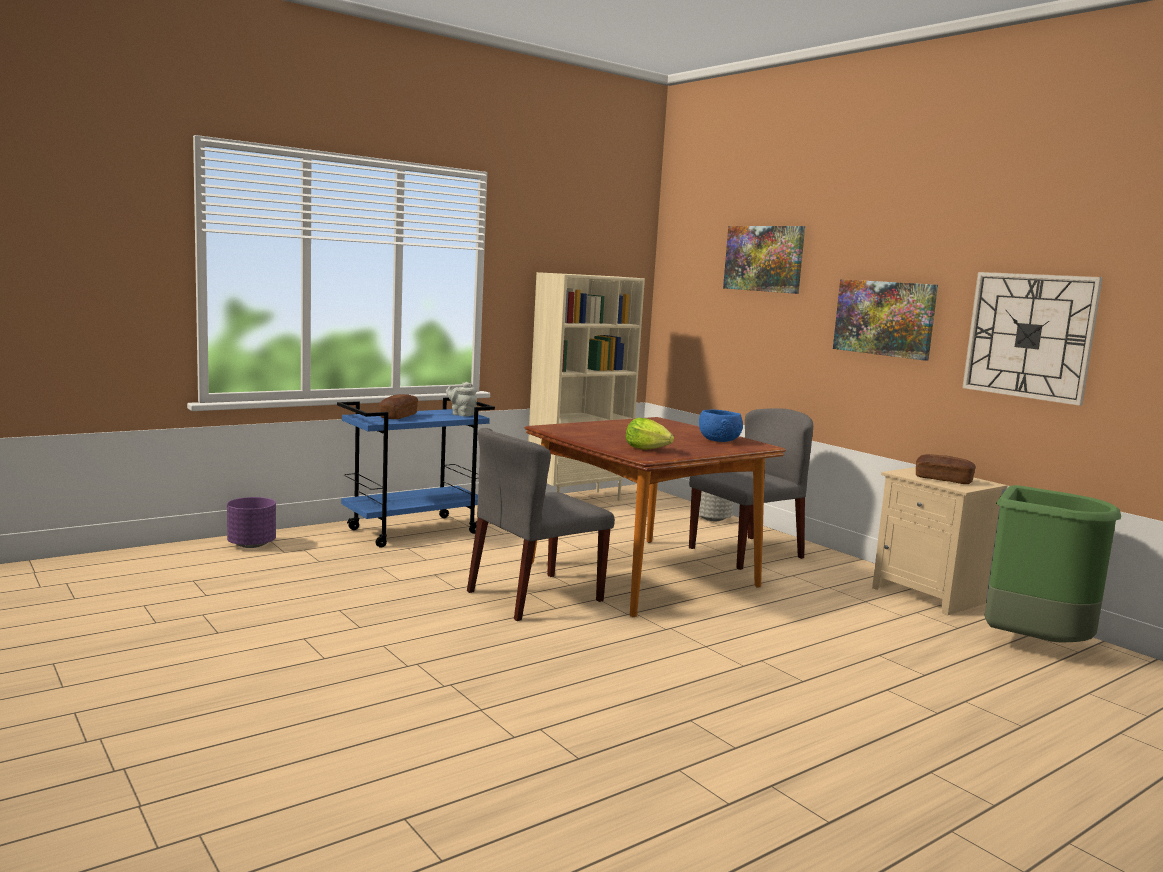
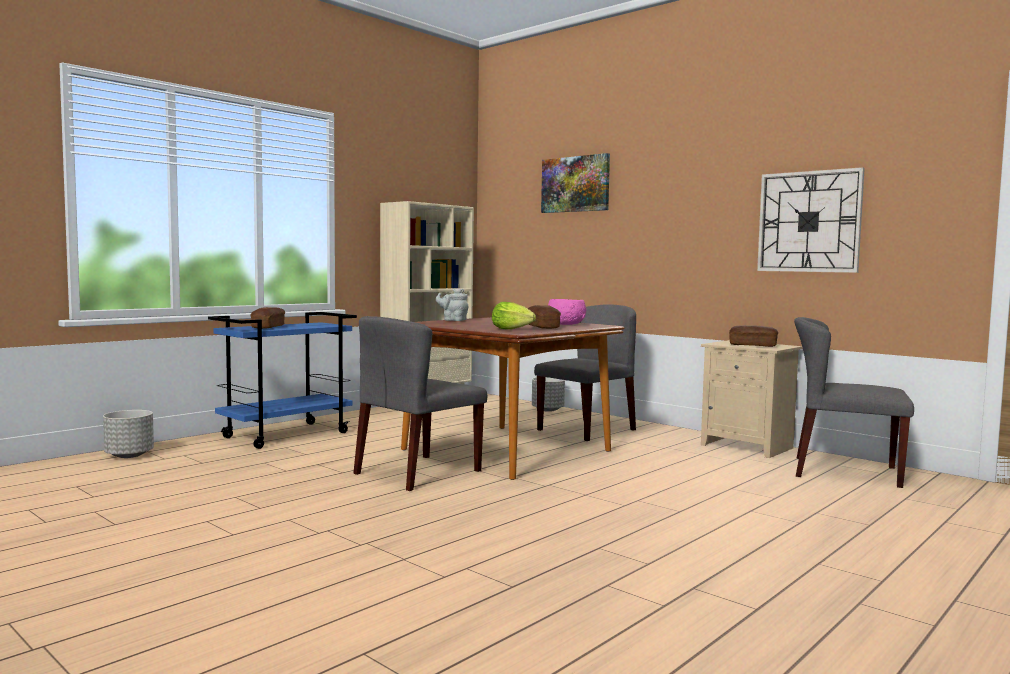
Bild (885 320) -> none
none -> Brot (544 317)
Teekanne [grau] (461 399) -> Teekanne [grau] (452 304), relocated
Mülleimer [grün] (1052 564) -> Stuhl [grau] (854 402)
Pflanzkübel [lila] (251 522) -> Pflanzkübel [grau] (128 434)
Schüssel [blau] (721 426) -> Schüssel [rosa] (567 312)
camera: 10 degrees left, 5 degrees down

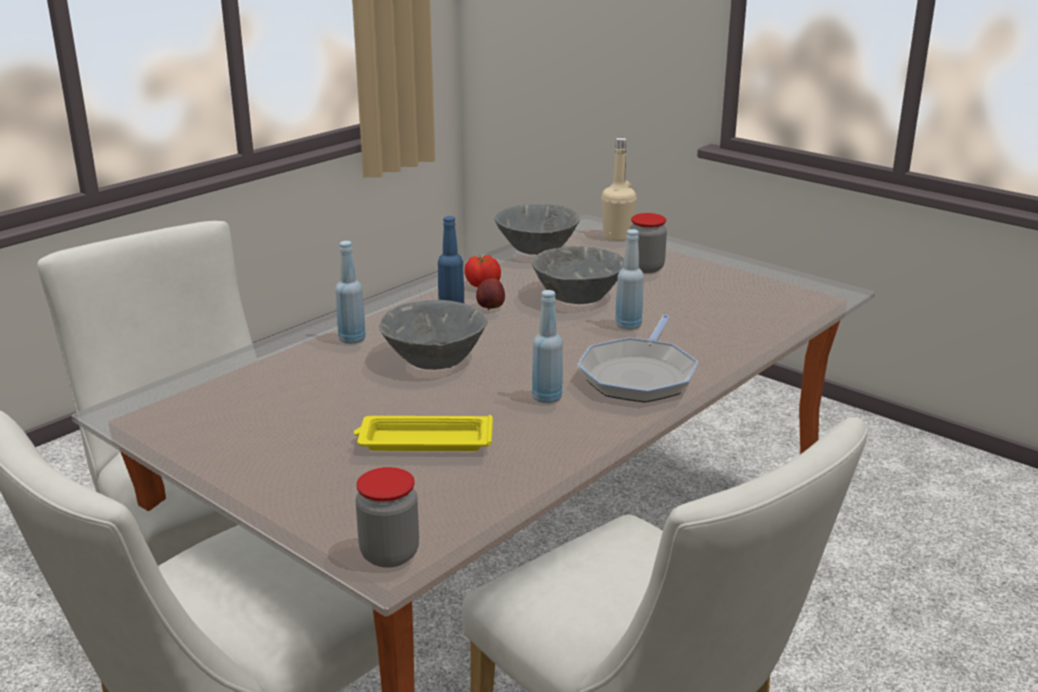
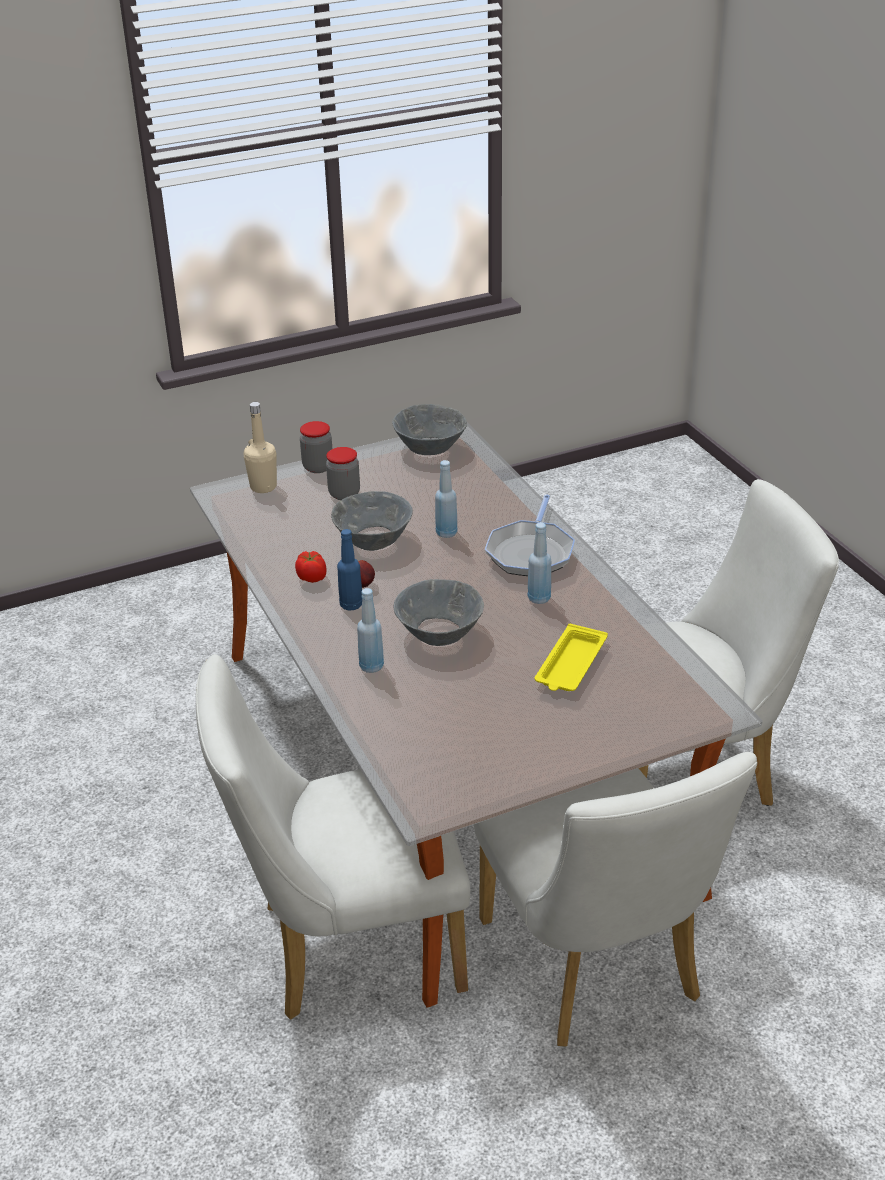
Vorratsglas (387 517) -> Vorratsglas (316 447), relocated
Schüssel [grau] (537 229) -> Schüssel [grau] (429 429), relocated
Pfanne (637 359) -> Pfanne (530 535), 60 degrees clockwise
camera: 65 degrees left, 10 degrees up

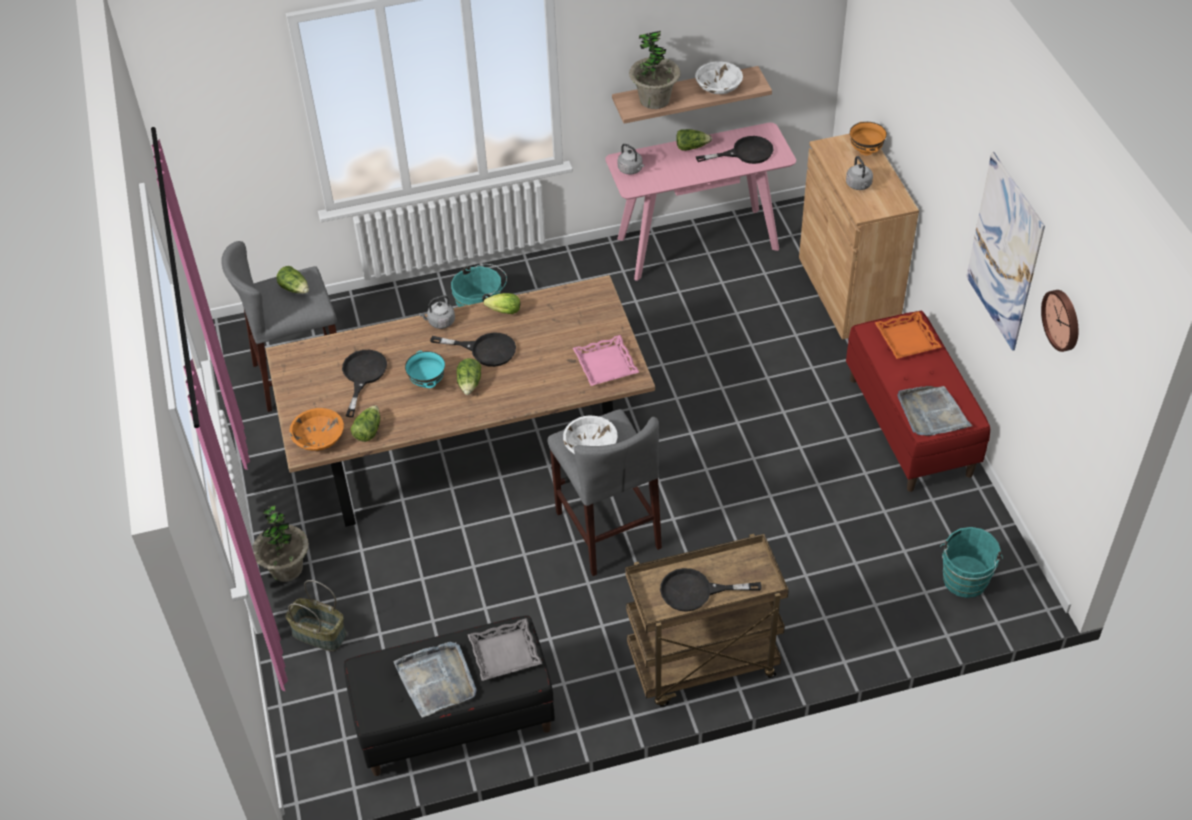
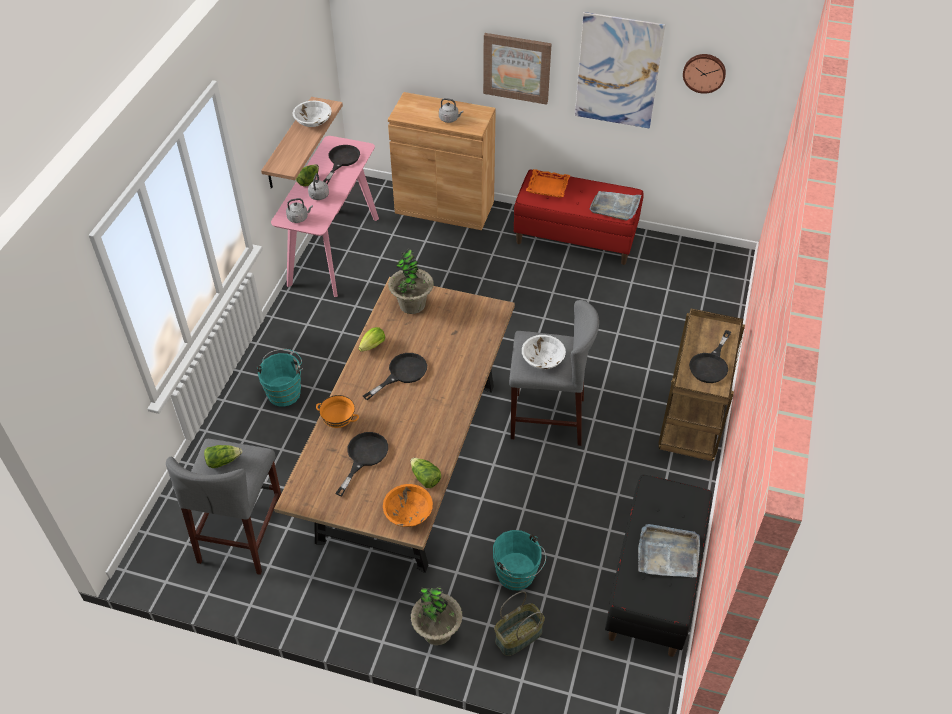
Schüssel [türkis] (425 369) -> none
Salatkopf (469 376) -> none
Tablett [grau] (504 649) -> none
Tablett [rosa] (606 360) -> none
none -> Bild (517 69)
Wasserkessel [grau] (437 312) -> Wasserkessel [grau] (318 186), relocated
Topfpflanze (655 70) -> Topfpflanze (411 281), relocated
Schüssel [orange] (868 139) -> Schüssel [orange] (337 411), relocated
Eimer [türkis] (971 562) -> Eimer [türkis] (519 560), relocated
Pfanne [schwarz] (364 383) -> Pfanne [schwarz] (361 464), 75 degrees clockwise
camera: 60 degrees left, 0 degrees up

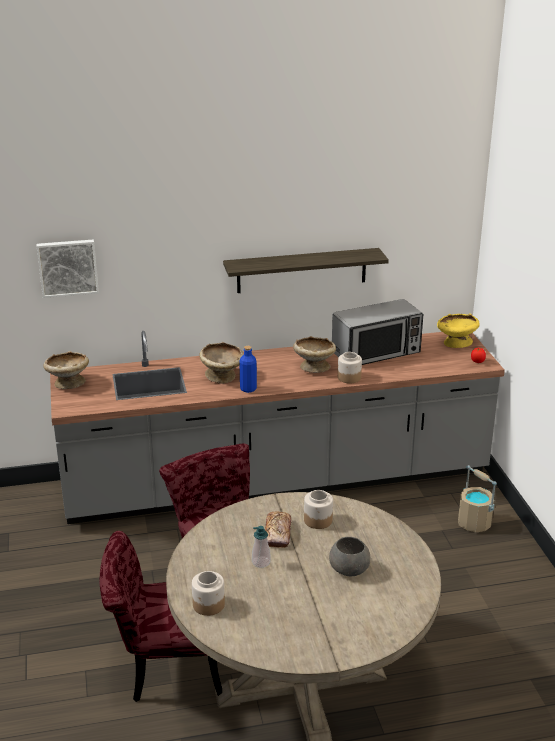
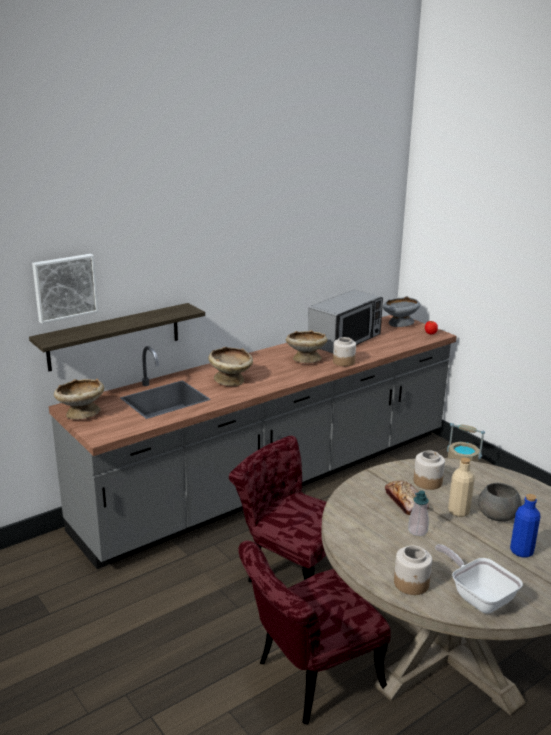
none -> Pfanne (479 579)
none -> Flasche [beige] (461 487)
Wandregal (306 270) -> Wandregal (117 337), relocated
Flasche [blau] (248 369) -> Flasche [blau] (525 525), relocated
Schüssel [gelb] (458 330) -> Schüssel [grau] (401 311)
camera: 25 degrees left, 5 degrees down

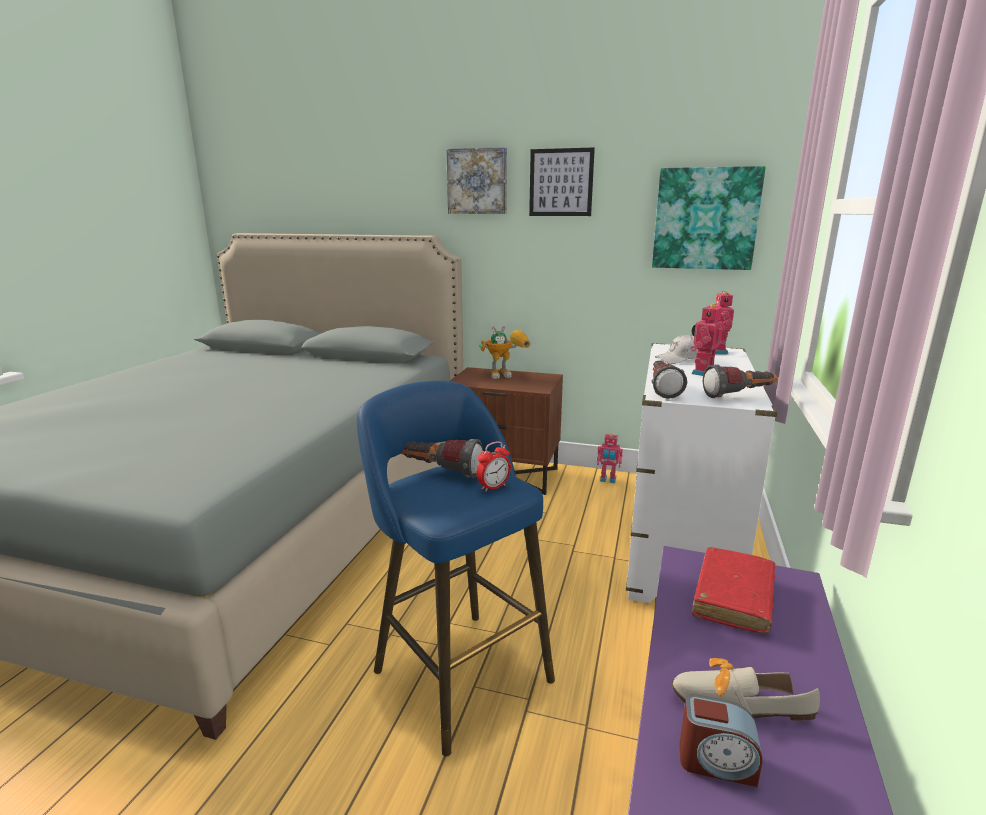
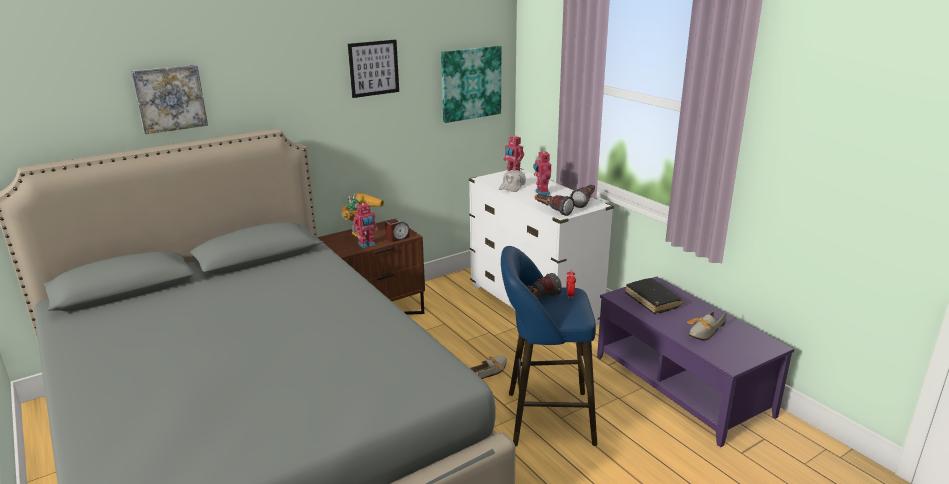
none -> Schuh (488 367)
Bild (476 180) -> Bild (169 99), relocated
Spielzeugroboter (610 458) -> Spielzeugroboter (365 225), relocated
Wecker (720 740) -> Wecker (397 230), relocated
Buch [rot] (733 590) -> Buch [schwarz] (654 296)
camera: 50 degrees left, 5 degrees up

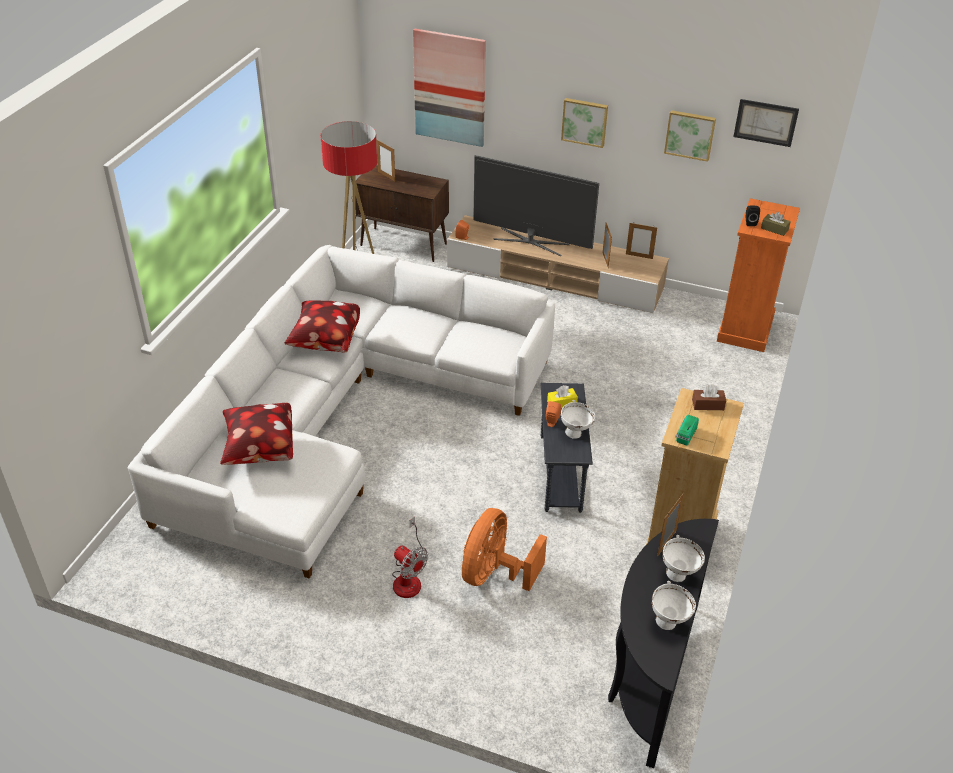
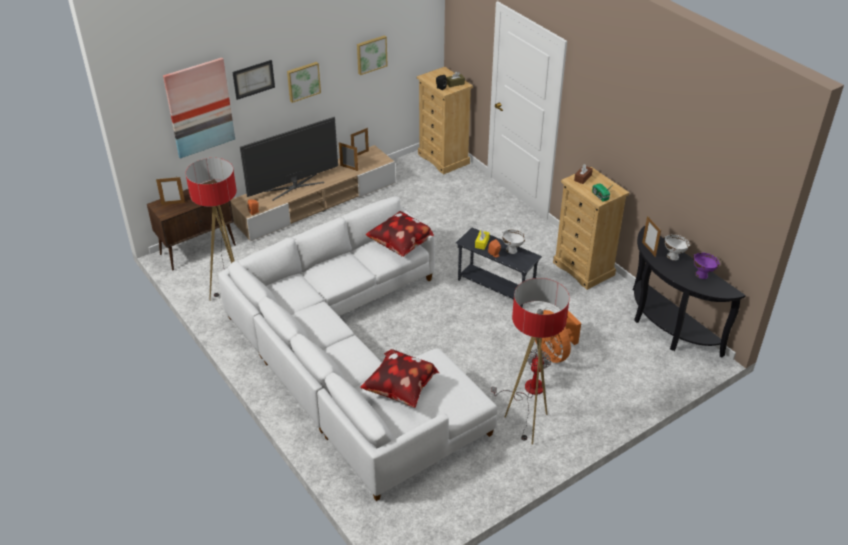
none -> Stehlampe (536 361)
Kissen (322 326) -> Kissen (400 234), relocated
Bild (766 123) -> Bild (253 80), relocated
Schüssel [weiß] (674 605) -> Schüssel [lila] (706 266)
Kommode [orange] (758 275) -> Kommode [beige] (445 121)
Ventilator (410 557) -> Ventilator (521 375), 60 degrees counterclockwise
camera: 55 degrees left, 0 degrees up

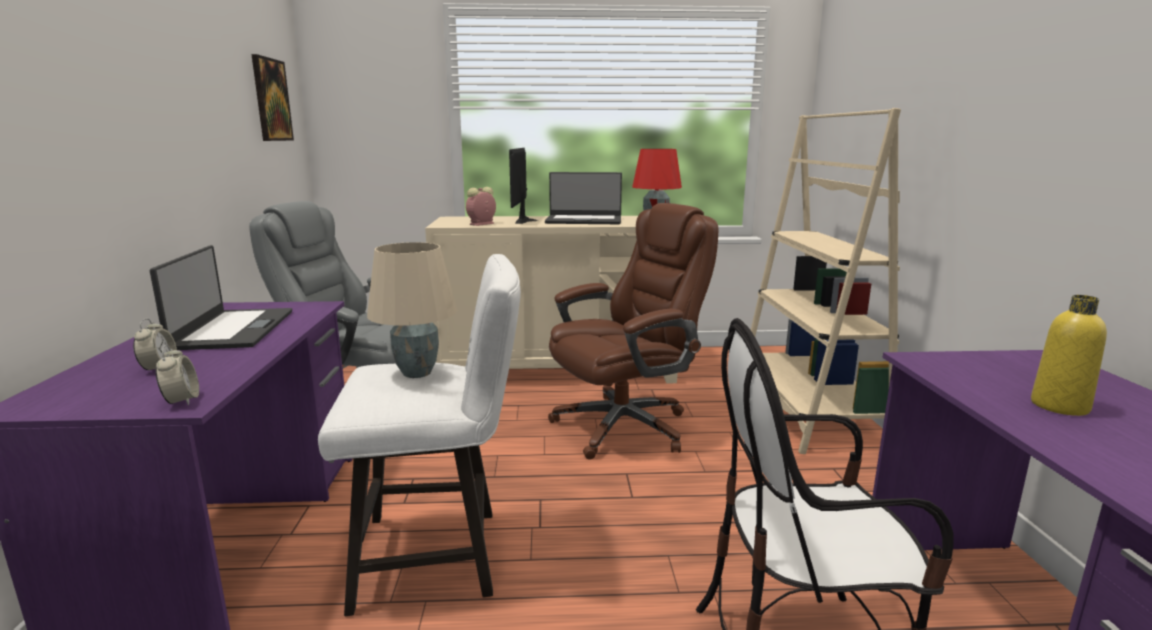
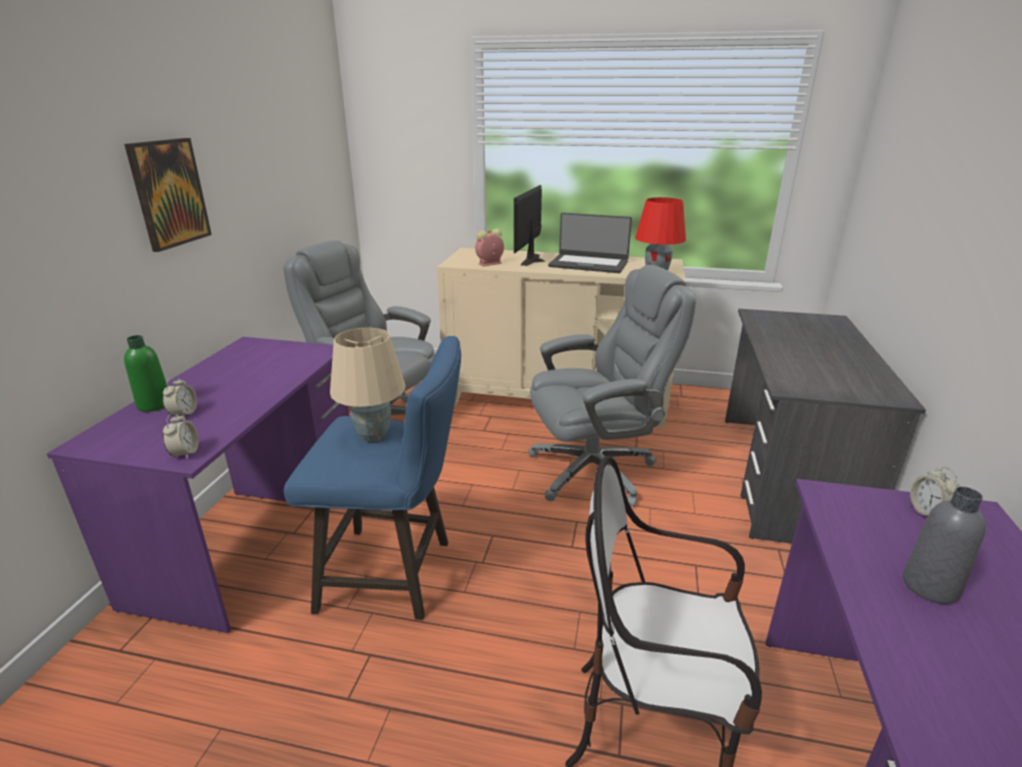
Laptop (221 297) -> none
none -> Flasche [grün] (145 373)
none -> Wecker (935 491)
Bild (272 97) -> Bild (168 195), relocated
Bücherregal [beige] (826 281) -> Schreibtisch [grau] (825 426)
Hocker [weiß] (419 435) -> Hocker [blau] (372 478)
Bürostuhl [braun] (633 331) -> Bürostuhl [grau] (612 386)
Flasche [gelb] (1069 355) -> Flasche [grau] (944 545)
camera: 15 degrees right, 10 degrees up

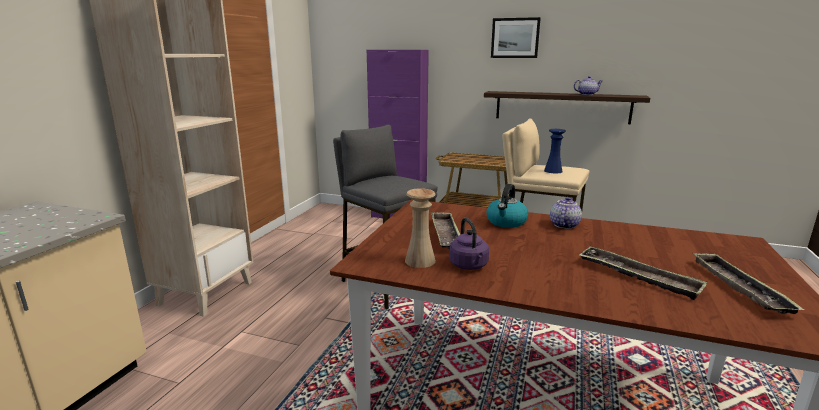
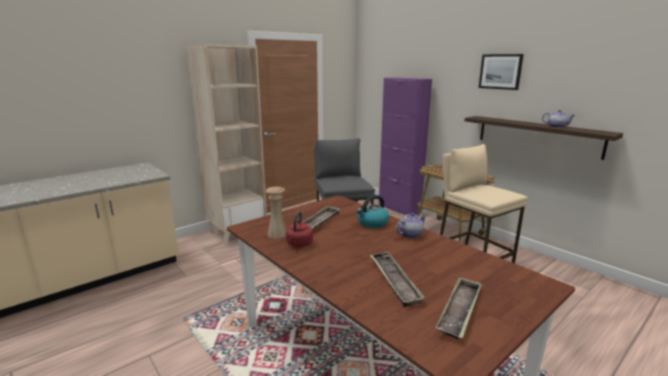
Vase [blau] (555 151) -> none
Wasserkessel [lila] (469 244) -> Wasserkessel [rot] (299 229)
camera: 30 degrees right, 0 degrees up

